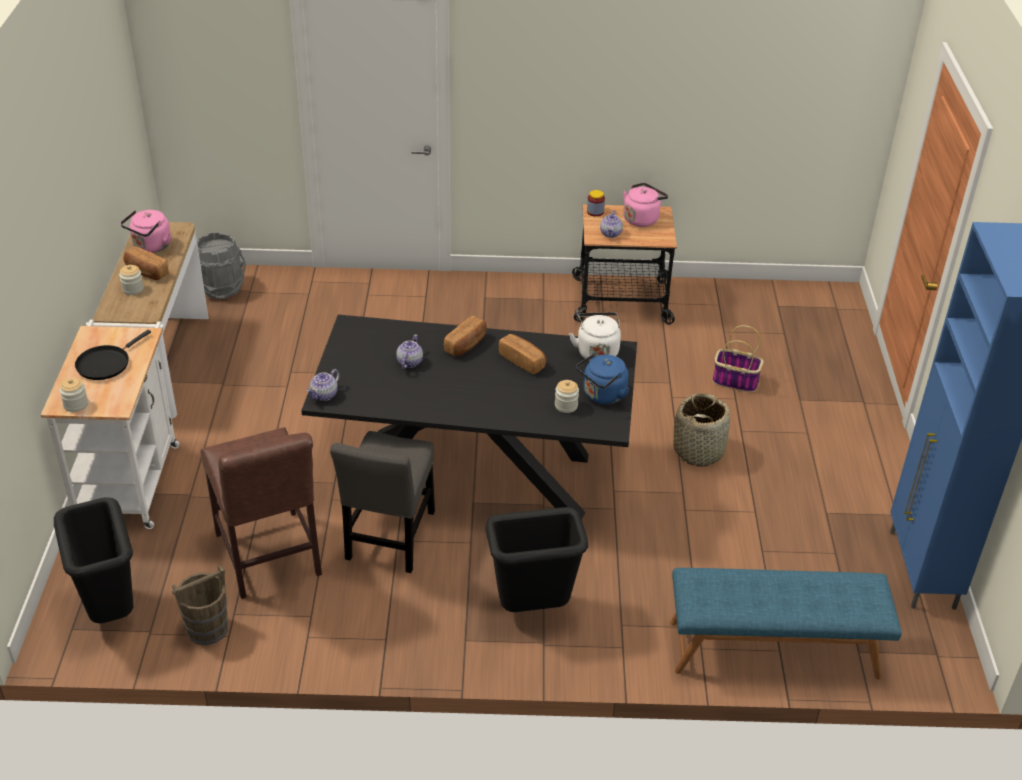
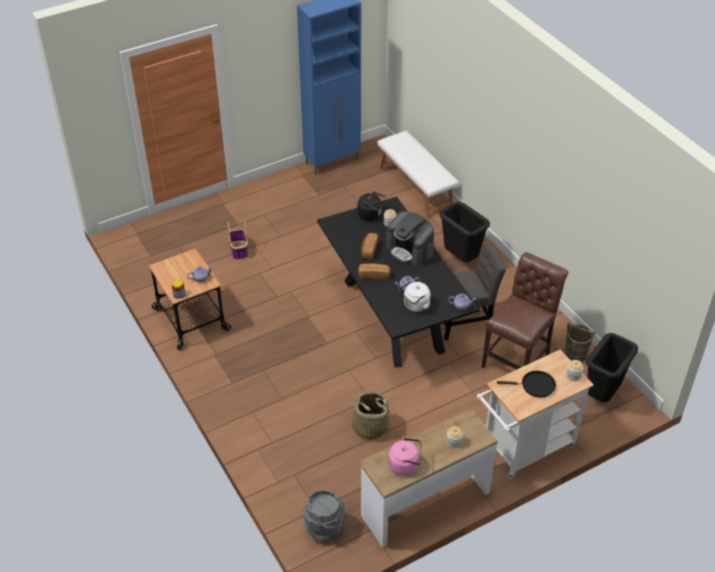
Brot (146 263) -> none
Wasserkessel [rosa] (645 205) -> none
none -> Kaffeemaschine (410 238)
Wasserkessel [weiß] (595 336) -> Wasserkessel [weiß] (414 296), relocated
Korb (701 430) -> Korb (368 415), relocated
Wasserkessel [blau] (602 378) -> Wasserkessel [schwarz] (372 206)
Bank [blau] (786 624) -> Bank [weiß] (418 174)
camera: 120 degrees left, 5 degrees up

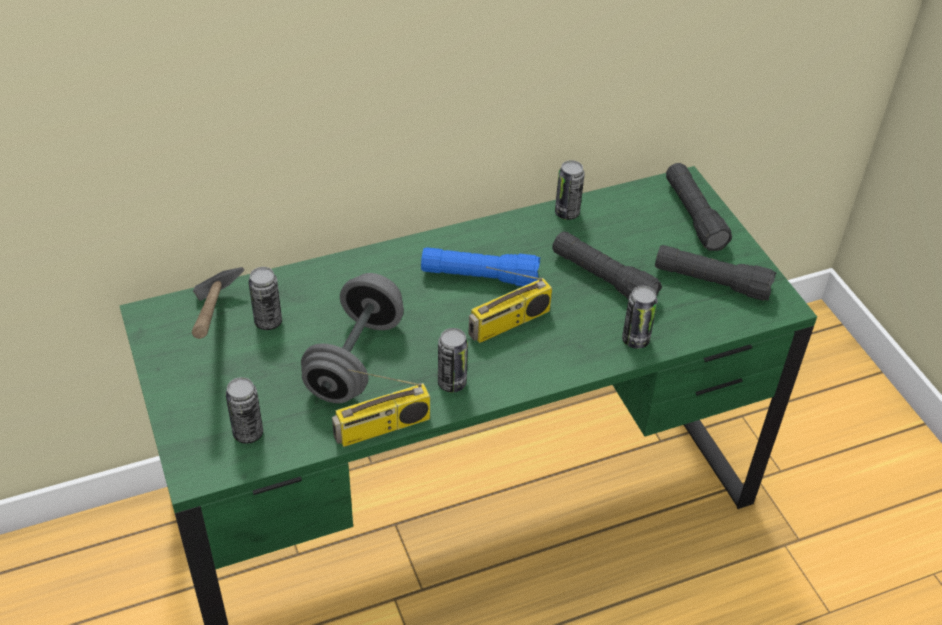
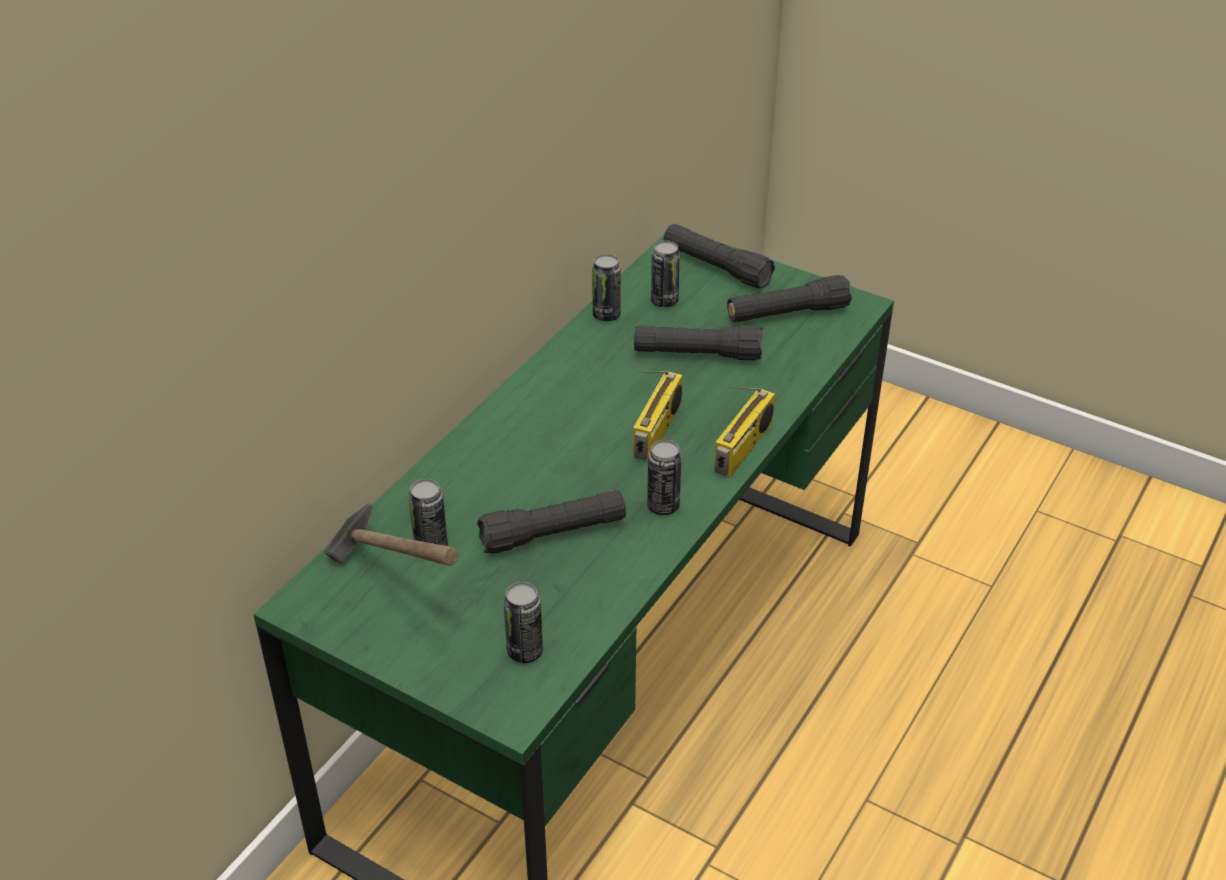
Taschenlampe [blau] (481 266) -> none
Radio (381 408) -> Radio (744 431), relocated
Dose (640 317) -> Dose (665 274), relocated
Hantel [grau] (352 338) -> Taschenlampe [schwarz] (551 522)
camera: 35 degrees left, 5 degrees down

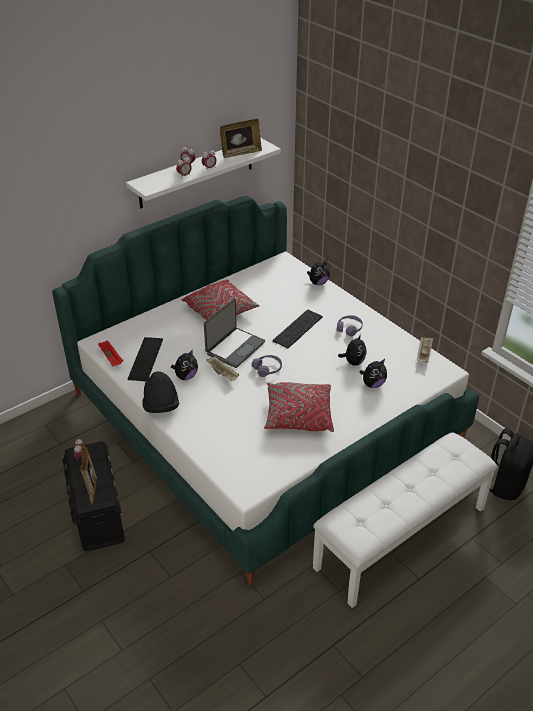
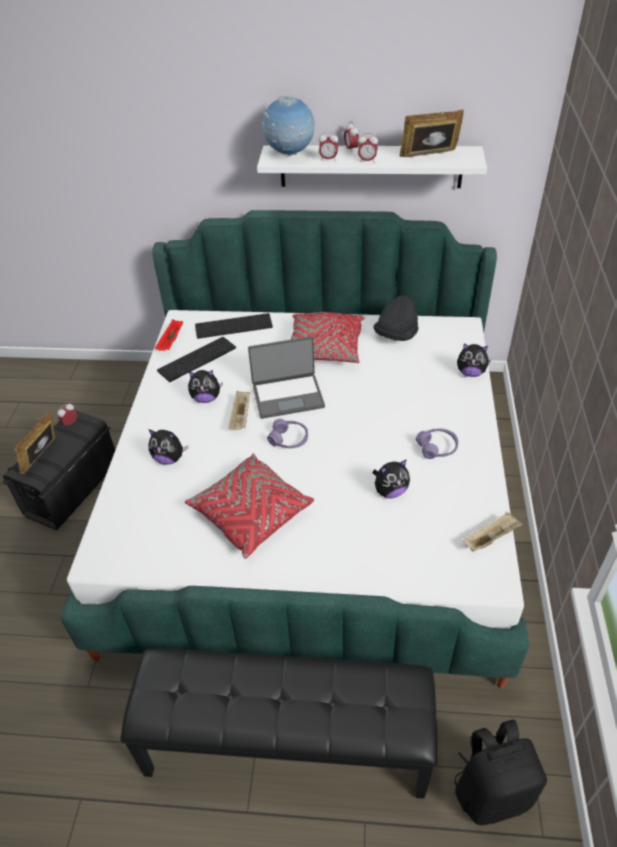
none -> Globus (288 126)
Hut [schwarz] (160 392) -> Hut [schwarz] (395 318), relocated
Tastatur (298 328) -> Tastatur (234 326), relocated
Plüschtier (373 373) -> Plüschtier (168 447), relocated
Bank [weiß] (405 520) -> Bank [schwarz] (279 724)
Bilderrahmen (241 138) -> Bilderrahmen (431 133), 150 degrees clockwise
camera: 45 degrees right, 5 degrees up

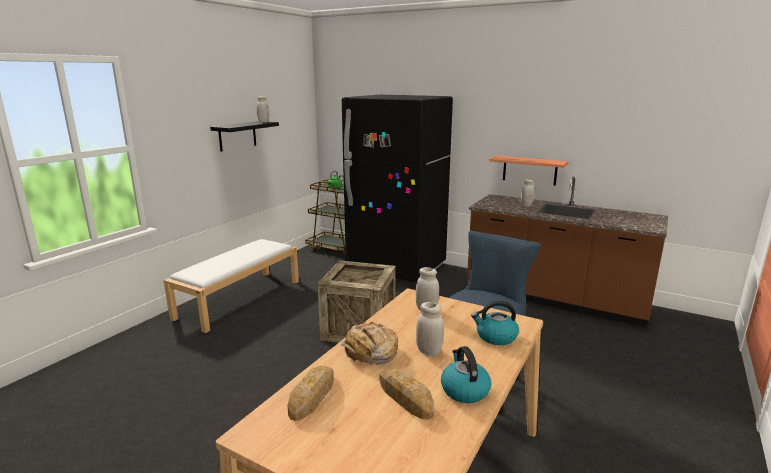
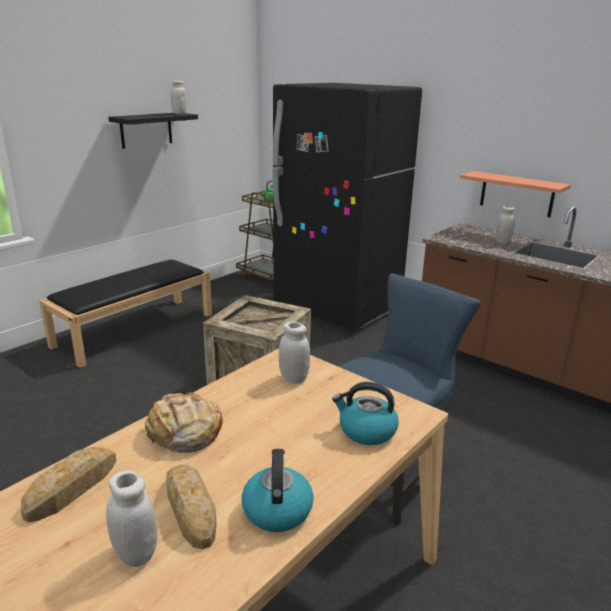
Vorratsglas [weiß] (430 329) -> Vorratsglas [weiß] (132 518), relocated
Bank [weiß] (231 286) -> Bank [schwarz] (125 313)
camera: 10 degrees right, 5 degrees up

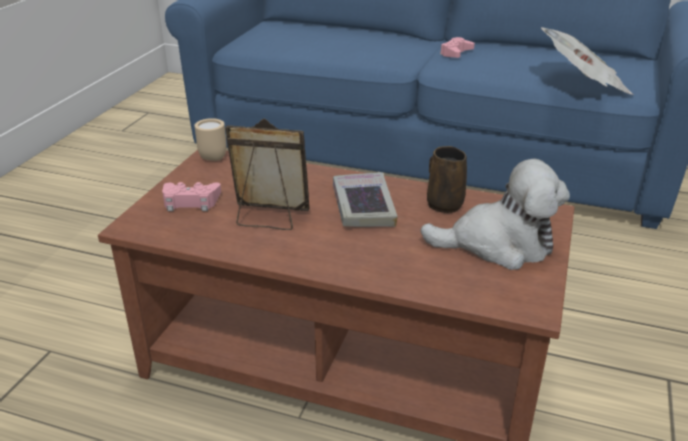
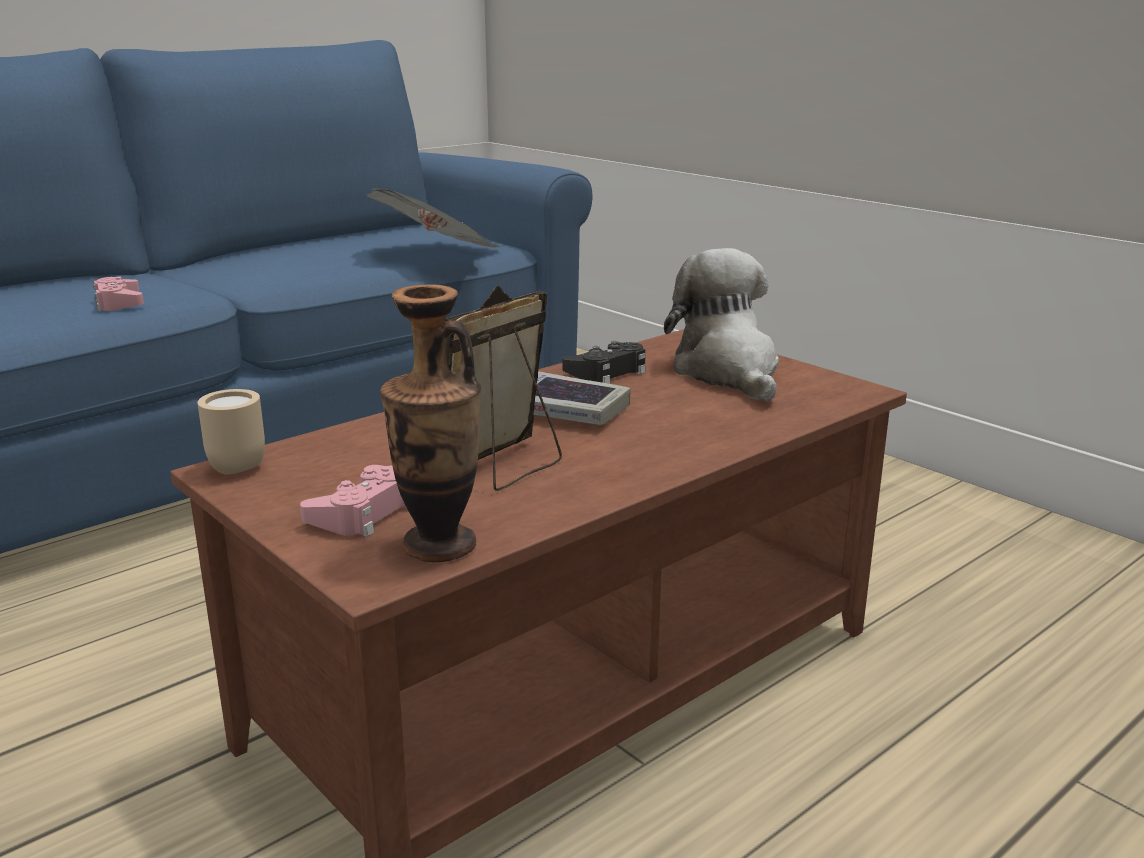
none -> Vase (430 423)
Gamepad [rosa] (457 47) -> Gamepad [rosa] (118 294), relocated
Henkelbecher [braun] (447 179) -> Gamepad [schwarz] (604 362)
Plüschtier (495 214) -> Plüschtier (721 325), 45 degrees counterclockwise
camera: 60 degrees left, 10 degrees down

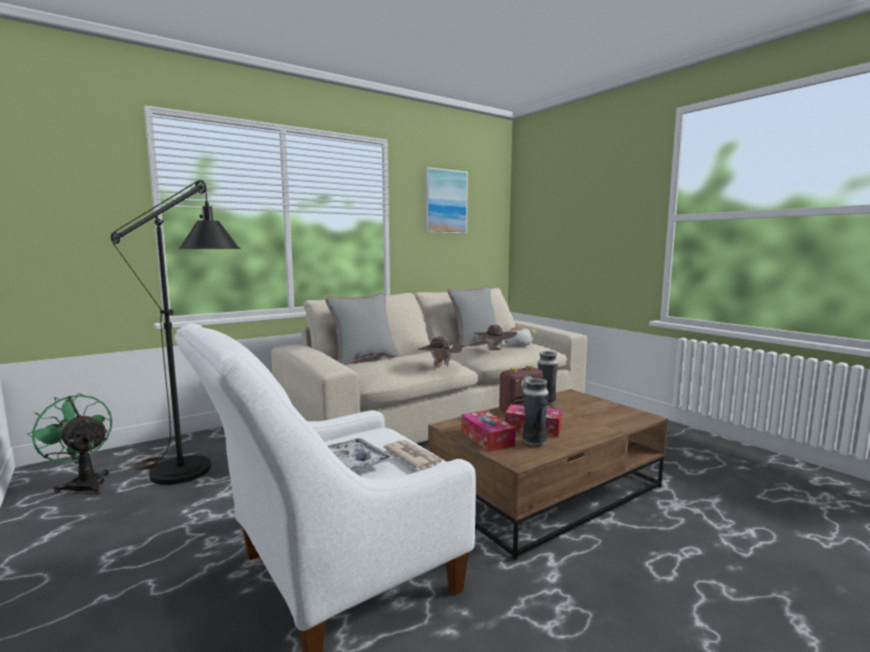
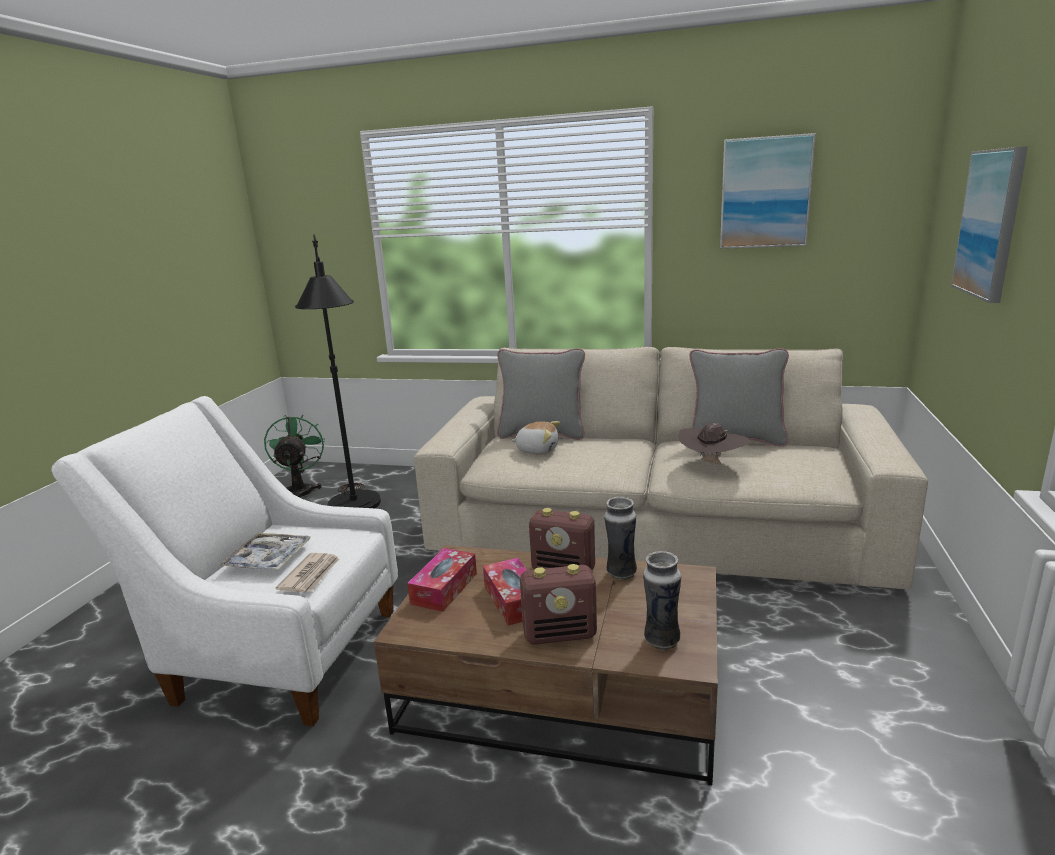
Hut [braun] (440 352) -> none
none -> Radio (558 604)
none -> Bild (989 224)
Plüschtier (520 336) -> Plüschtier (535 437), relocated
Vase (535 412) -> Vase (662 600), relocated
camera: 50 degrees right, 10 degrees up

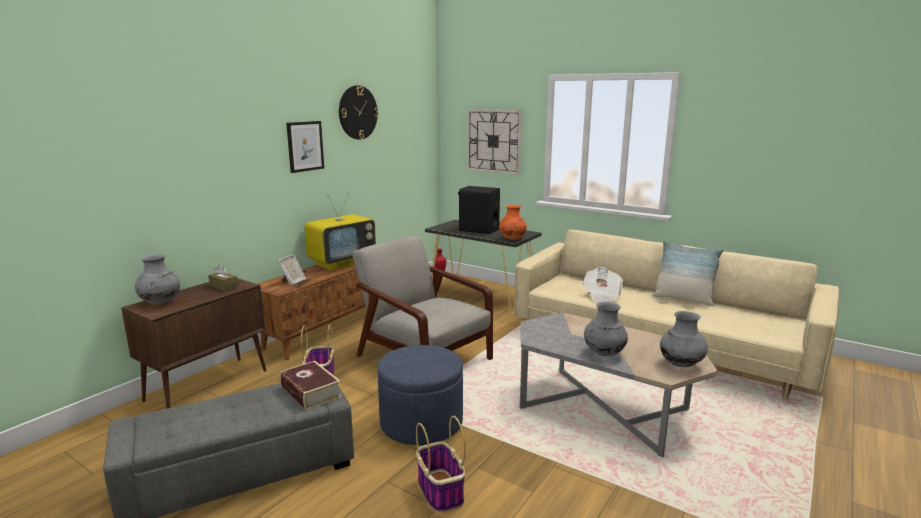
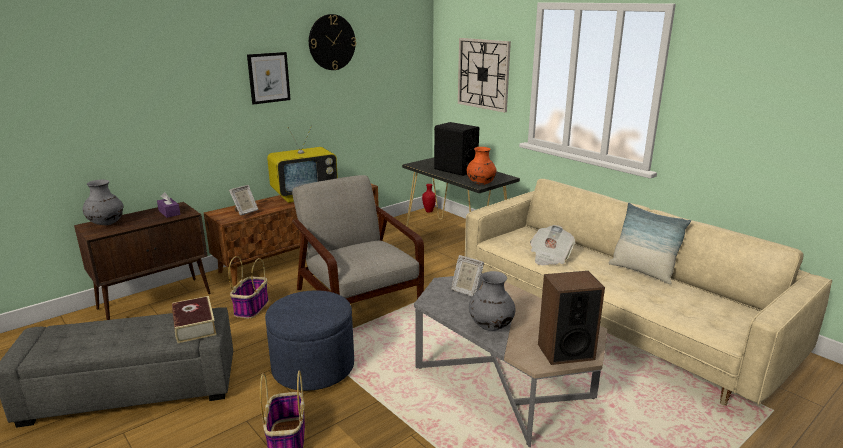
none -> Bilderrahmen (467 276)
Vase [grau] (684 339) -> Lautsprecher (571 318)
Taschentuchbox [braun] (223 278) -> Taschentuchbox [lila] (168 205)
camera: 15 degrees right, 5 degrees up

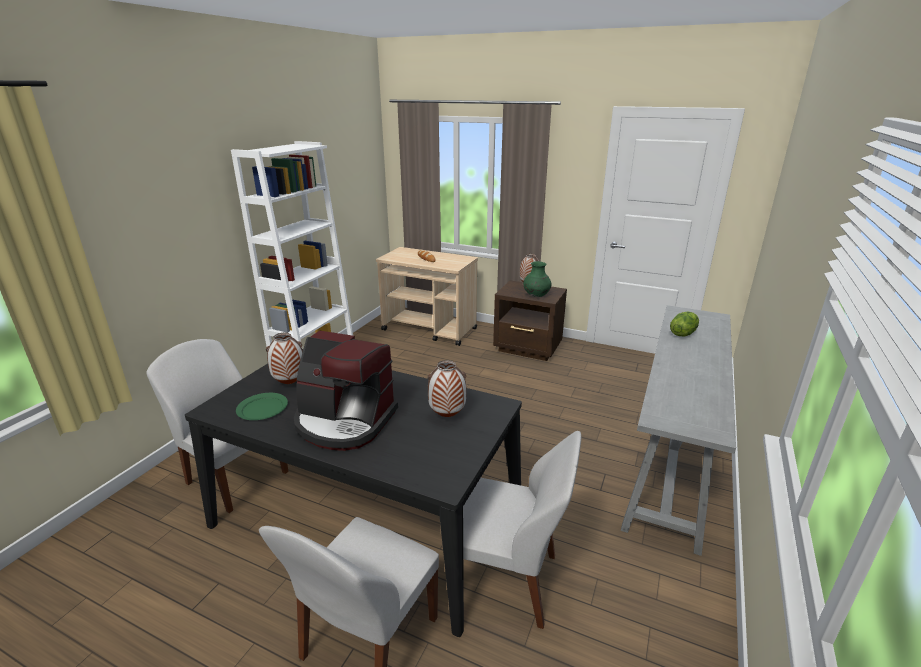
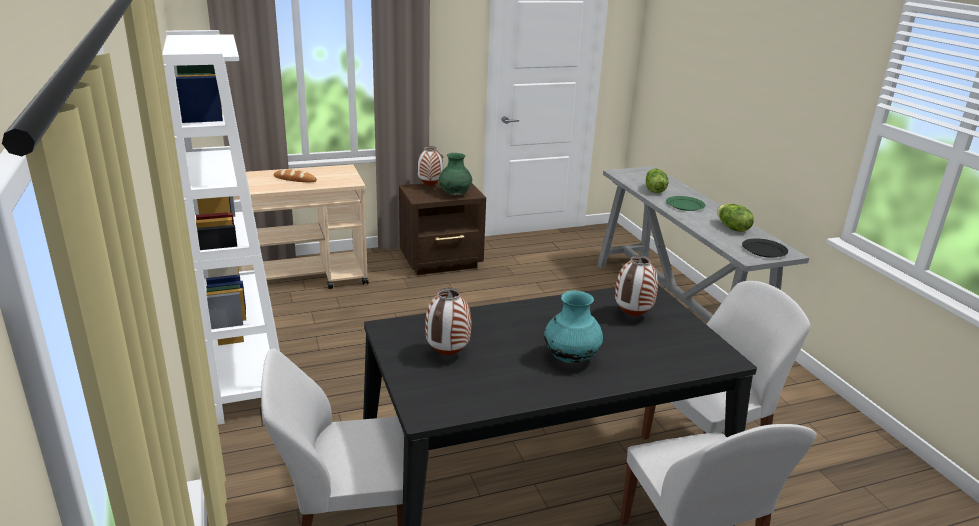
none -> Salatkopf (735 218)
none -> Teller [schwarz] (765 248)
Teller [grün] (262 406) -> Teller [grün] (685 203), relocated
Kaffeemaschine (346 390) -> Vase [türkis] (573 327)
camera: 45 degrees left, 0 degrees up

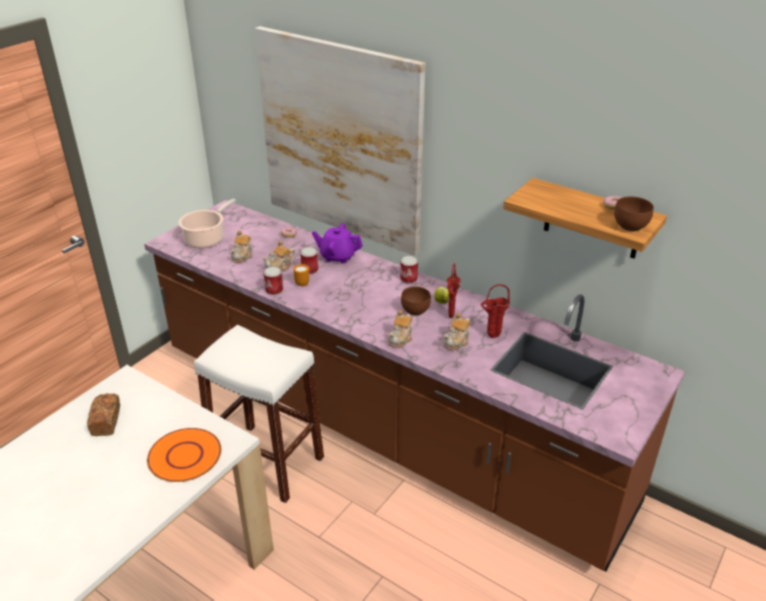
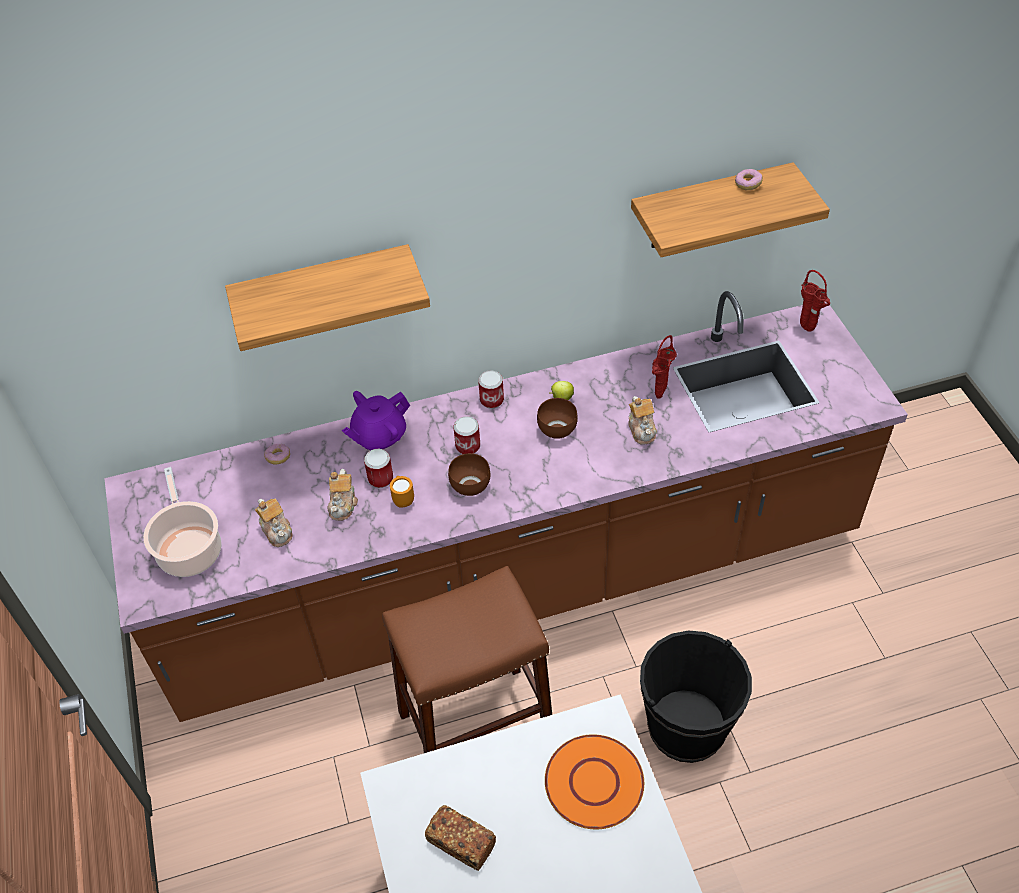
Teekanne (400 329) -> none
none -> Eimer [schwarz] (696 696)
Dose (273 281) -> Dose (467 435), relocated
Vase [rot] (454 290) -> Vase [rot] (815 301), relocated
Schüssel [braun] (634 214) -> Schüssel [braun] (469 474), relocated
Bild (340 141) -> Wandregal (327 297)
Hocker [weiß] (259 414) -> Hocker [braun] (467 659)
camera: 50 degrees left, 15 degrees up

